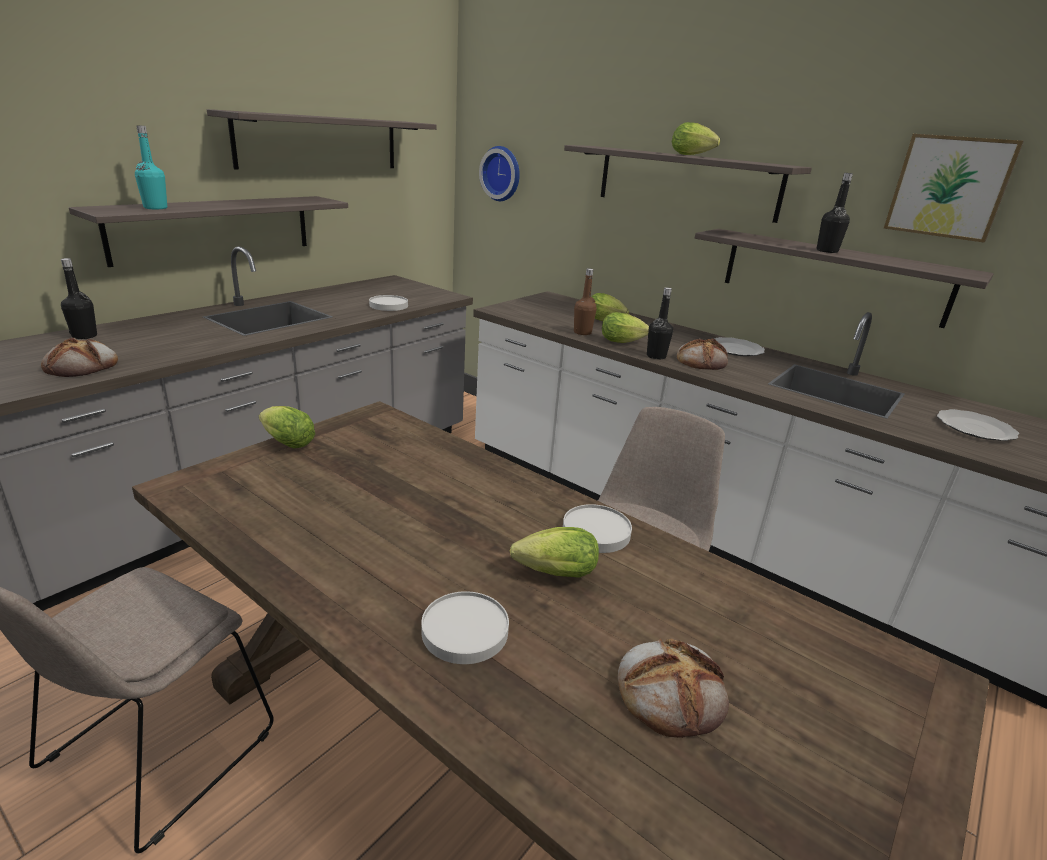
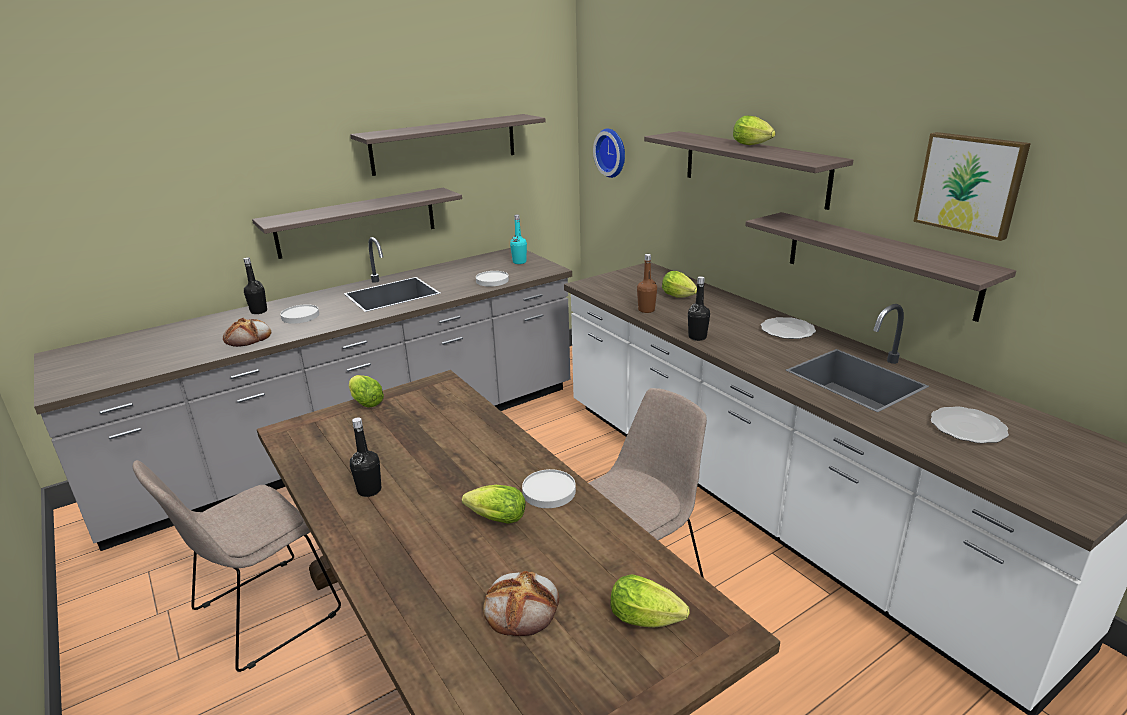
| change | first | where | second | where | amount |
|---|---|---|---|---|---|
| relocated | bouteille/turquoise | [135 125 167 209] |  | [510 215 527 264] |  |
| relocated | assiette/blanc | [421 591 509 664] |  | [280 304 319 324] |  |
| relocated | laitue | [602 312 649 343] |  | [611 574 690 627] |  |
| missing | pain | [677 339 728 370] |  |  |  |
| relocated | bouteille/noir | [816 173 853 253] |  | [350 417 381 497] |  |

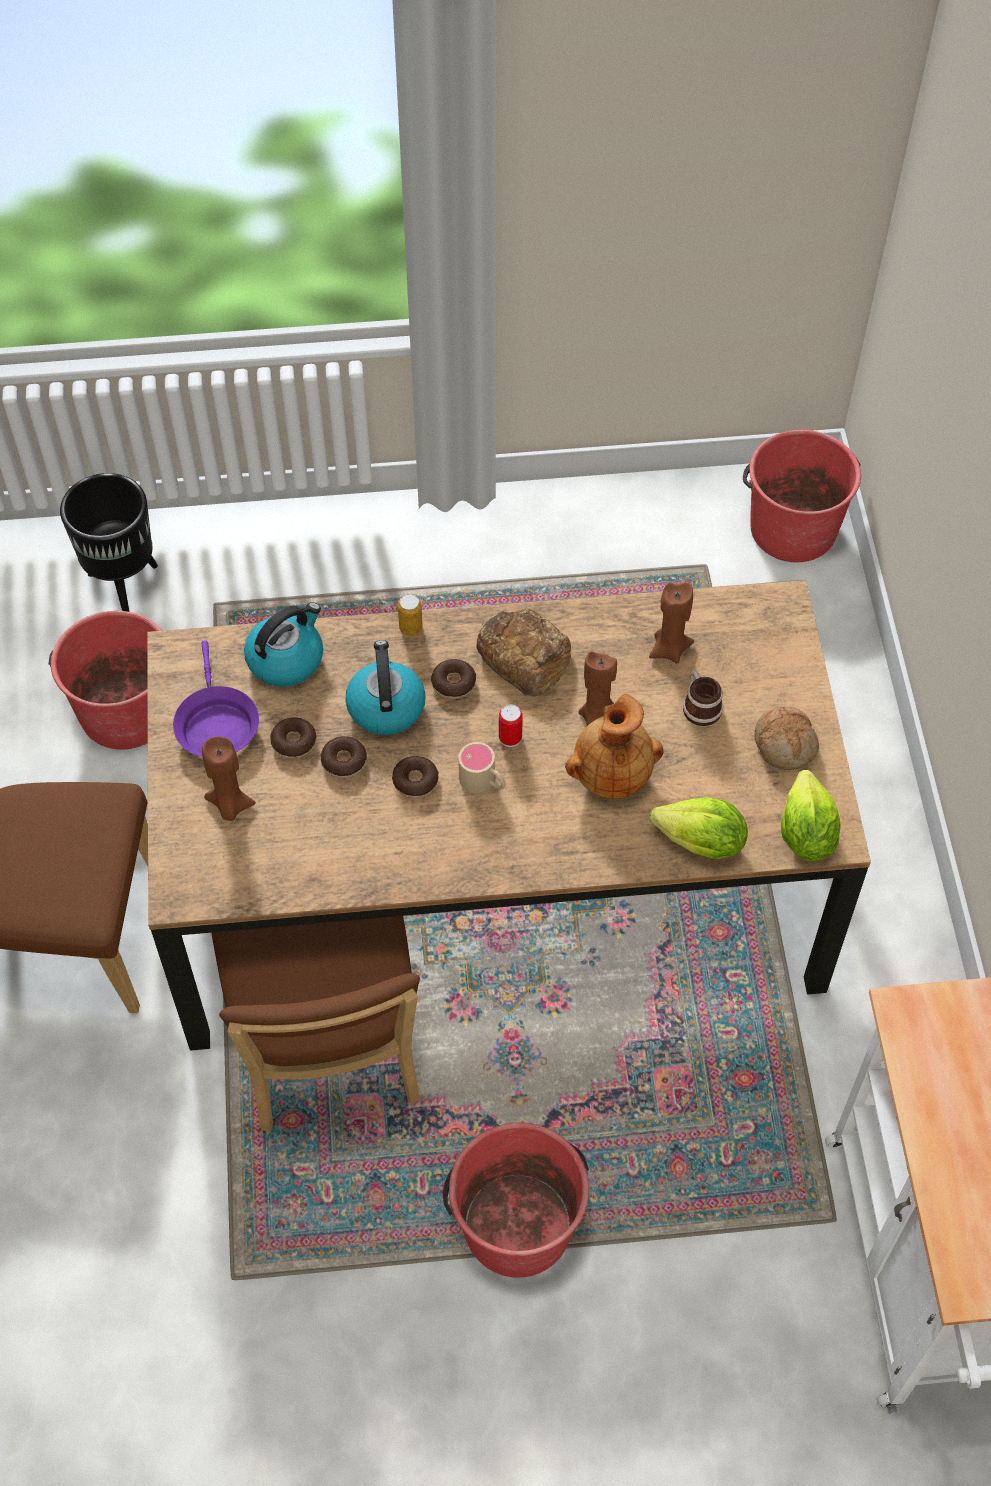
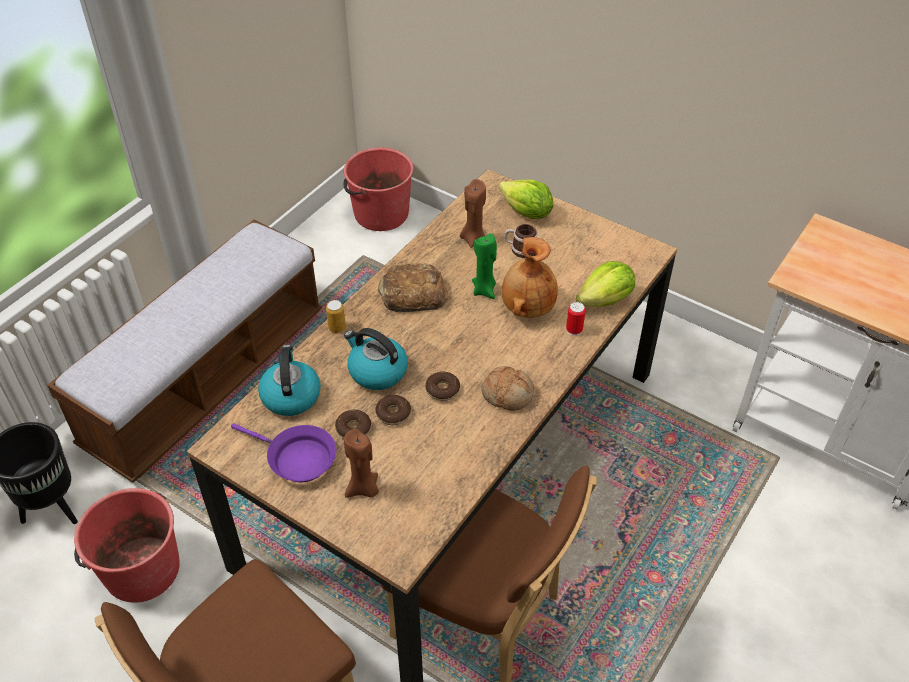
| change | first | where | second | where | amount |
|---|---|---|---|---|---|
| missing | beignet | [431 659 476 699] |  |  |  |
| missing | seau/rouge | [442 1122 589 1278] |  |  |  |
| missing | mug/beige | [458 742 506 793] |  |  |  |
| relocated | boîte métallique | [499 704 523 747] |  | [566 302 586 336] |  |
| colour | bougie/marron | [579 651 617 726] | bougie/vert | [472 233 497 299] |  |
| relocated | pain | [755 707 819 770] |  | [482 366 534 411] |  |
| relocated | laitue | [781 770 841 861] |  | [499 180 553 219] |  |
| appeared |  |  | banc | [47 219 322 483] |  |

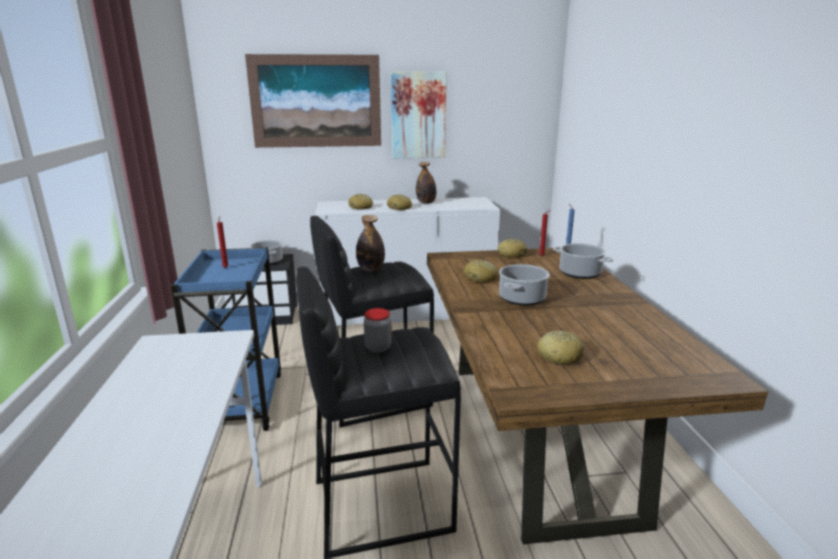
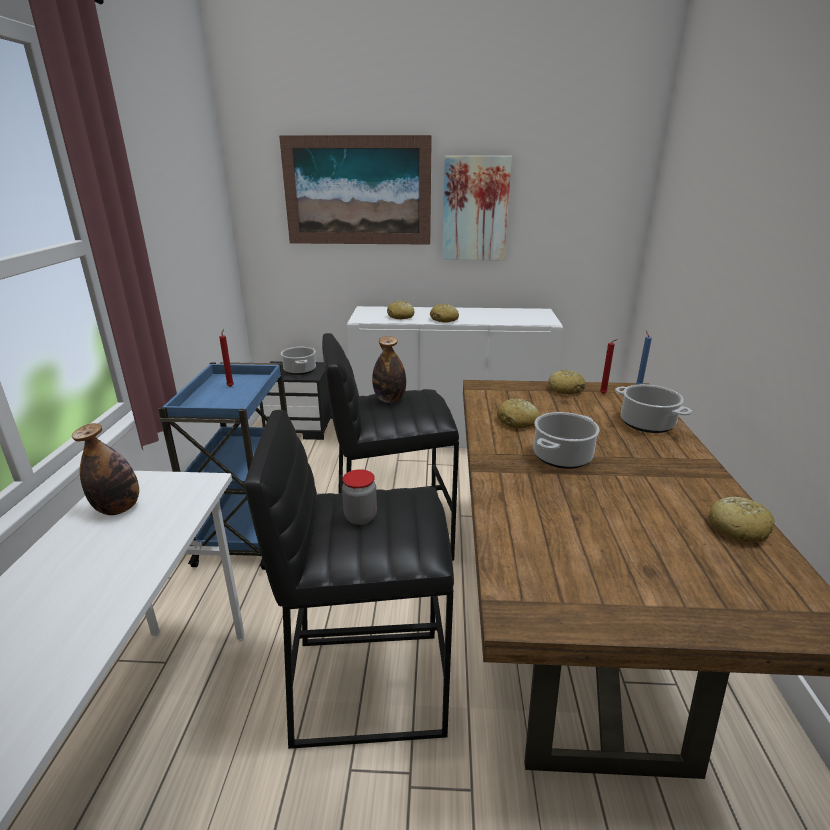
| change | first | where | second | where | amount |
|---|---|---|---|---|---|
| relocated | bouteille | [416 162 437 204] |  | [72 423 139 515] |  |
| relocated | pain | [537 331 584 365] |  | [709 497 775 542] |  |

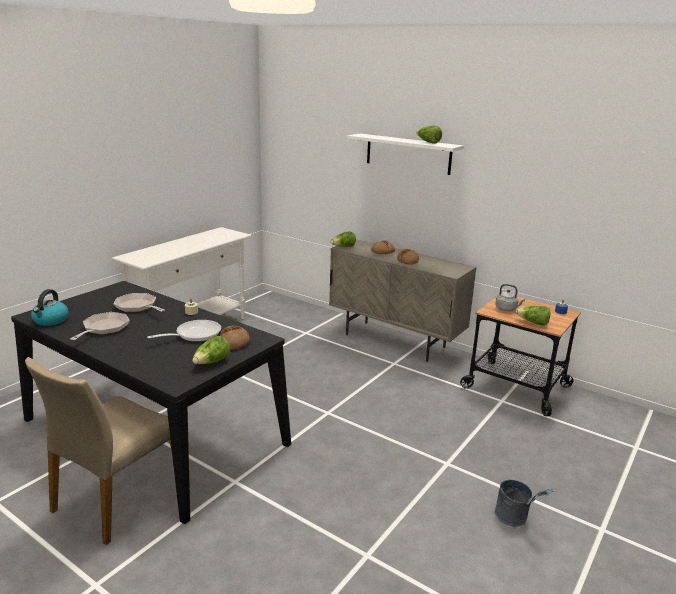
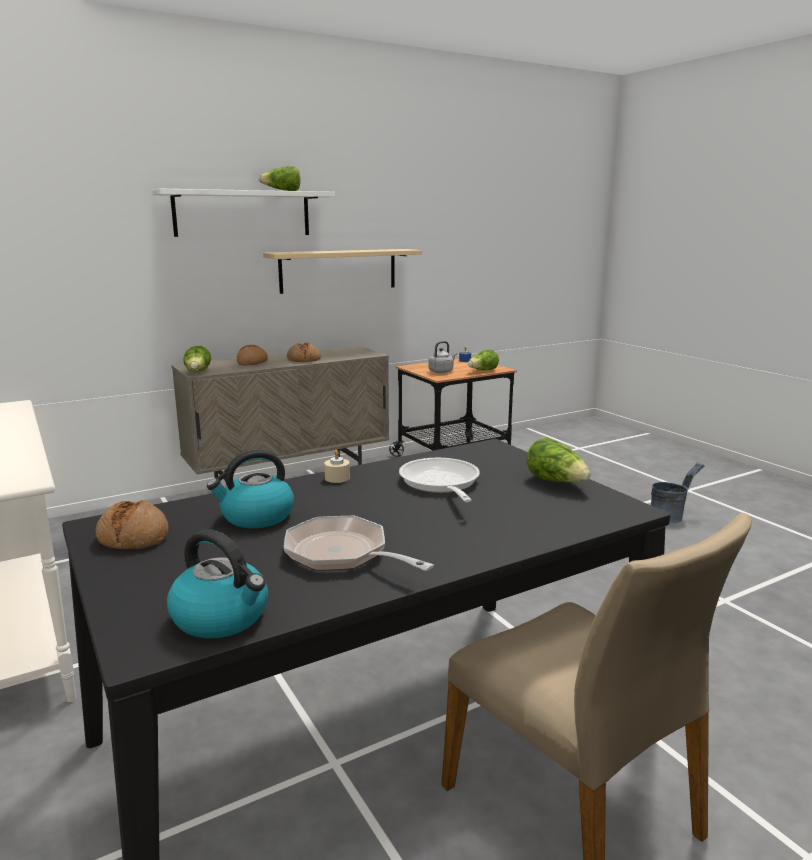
| change | first | where | second | where | amount |
|---|---|---|---|---|---|
| exchanged | poêle | [113 293 165 312] | bouilloire | [207 450 294 528] |  |
| relocated | pain | [220 325 250 350] |  | [96 500 169 549] |  |
| appeared |  |  | étagère/beige | [263 249 422 294] |  |

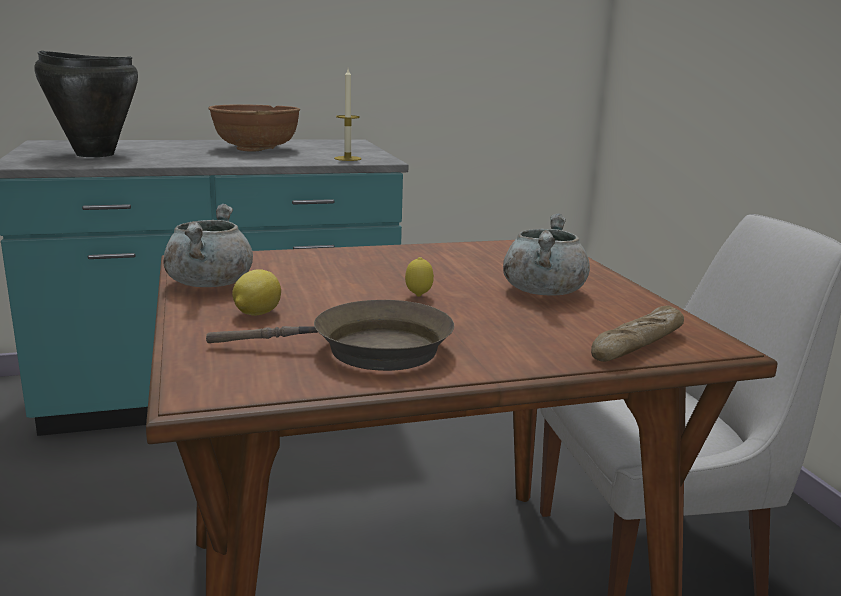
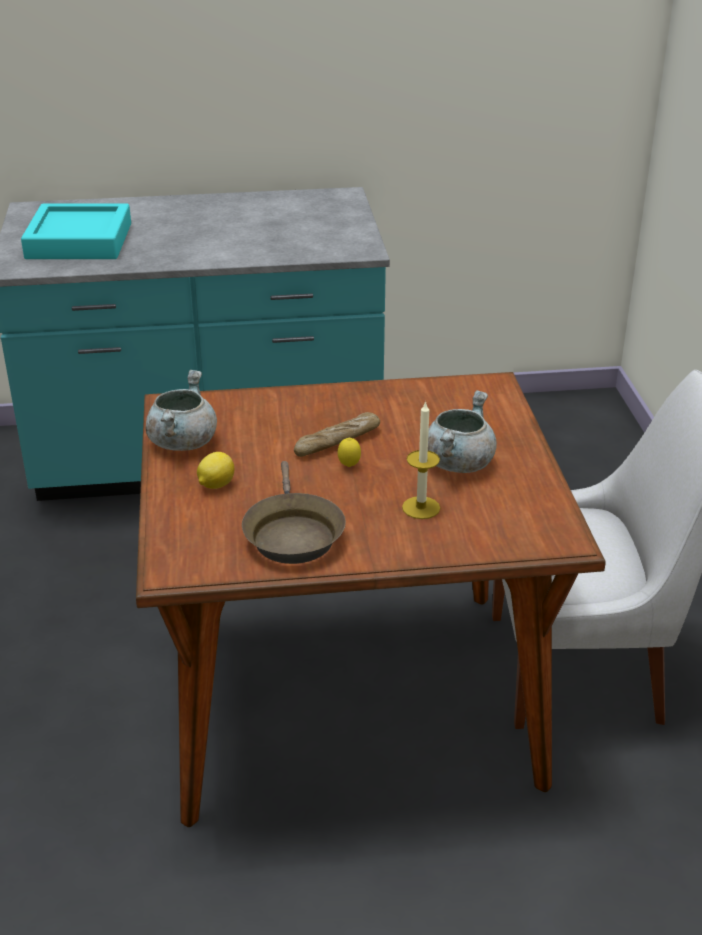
| change | first | where | second | where | amount |
|---|---|---|---|---|---|
| exchanged | marmite/noir | [34 51 138 157] | plateau/turquoise | [21 204 131 259] |  |
| spun | poêle/marron | [206 300 454 371] |  | [242 461 346 564] | 75 degrees clockwise |
| missing | bol/marron | [209 105 300 152] |  |  |  |
| relocated | bougie | [334 69 361 161] |  | [402 401 440 519] |  |
| relocated | pain | [591 305 684 362] |  | [294 412 380 457] |  |

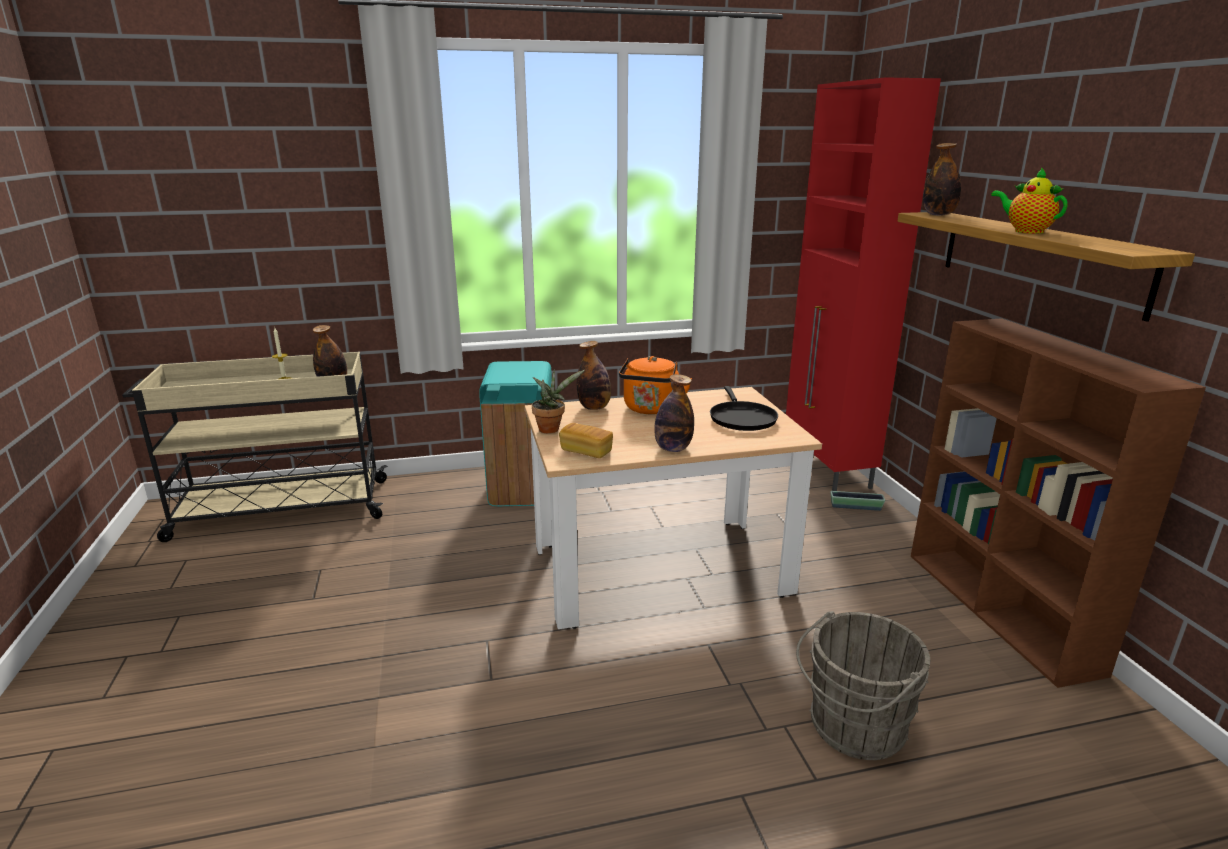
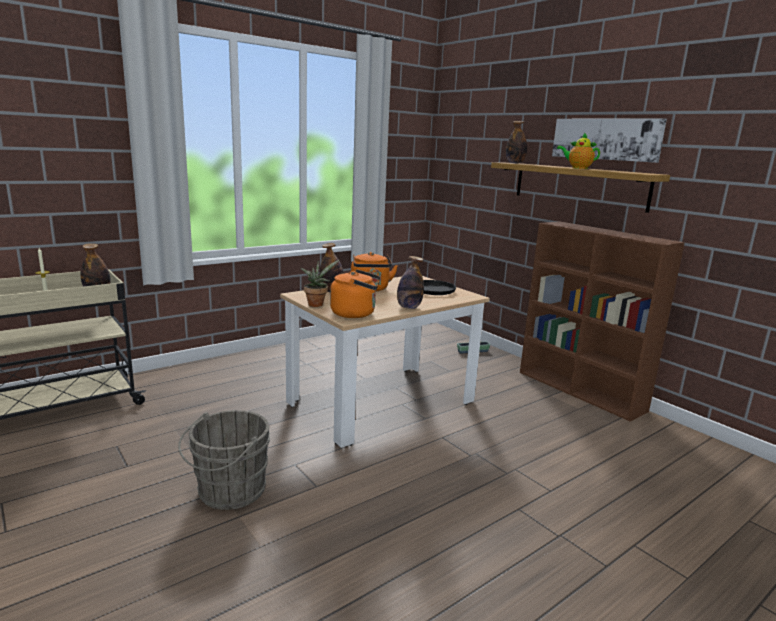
| change | first | where | second | where | amount |
|---|---|---|---|---|---|
| missing | poubelle/turquoise | [479 361 552 506] |  |  |  |
| exchanged | pain | [559 423 613 458] | bouilloire/orange | [330 269 381 318] |  |
| missing | meuble de rangement/rouge | [786 78 941 491] |  |  |  |
| relocated | seau/gris | [796 611 930 760] |  | [178 410 270 510] |  |
| appeared |  |  | tableau | [552 119 667 163] |  |

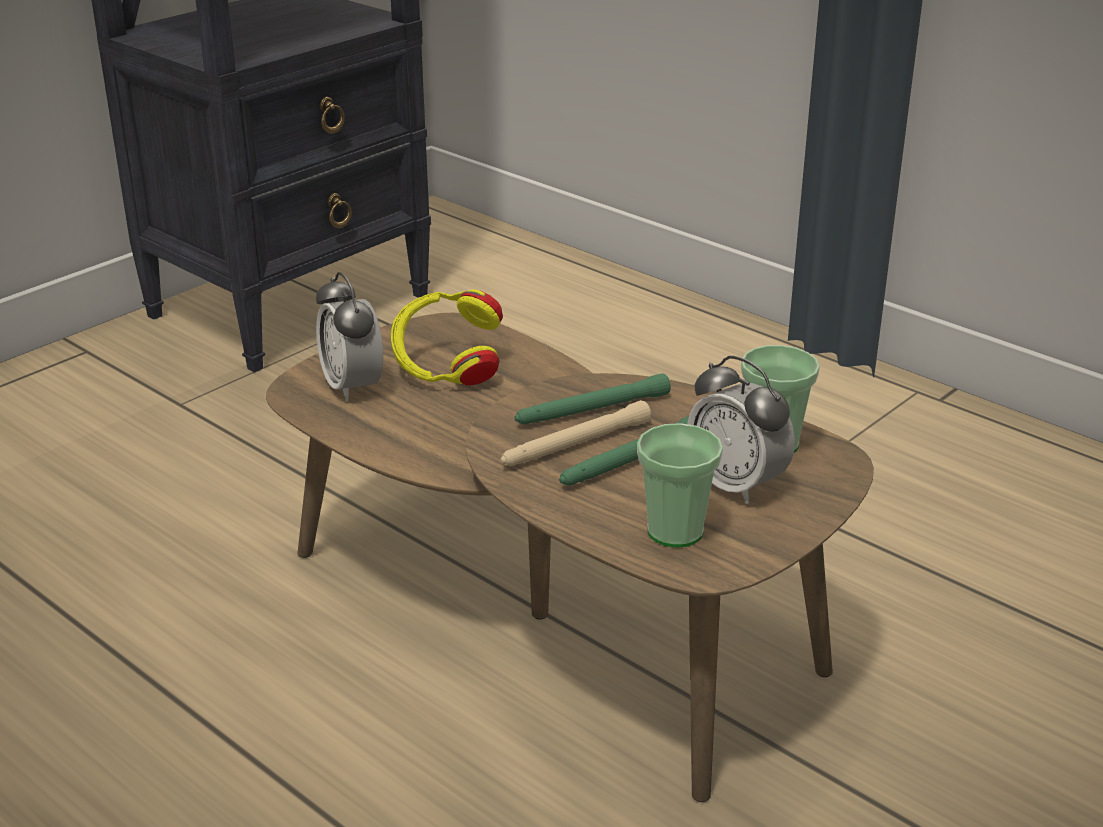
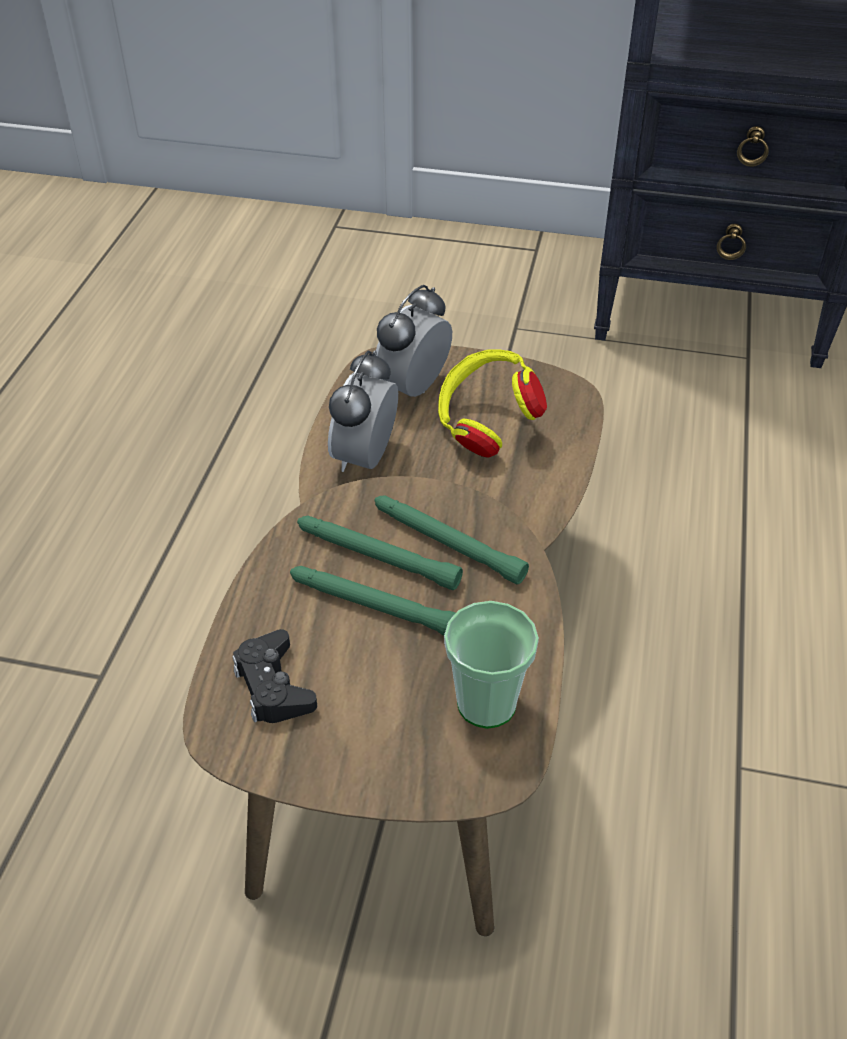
| change | first | where | second | where | amount |
|---|---|---|---|---|---|
| colour | lampe de poche/beige | [500 400 651 466] | lampe de poche/vert | [297 516 463 590] |  |
| exchanged | tasse | [637 423 723 547] | manette/noir | [232 629 317 723] |  |
| relocated | réveil | [687 356 795 504] |  | [328 350 398 472] |  |

